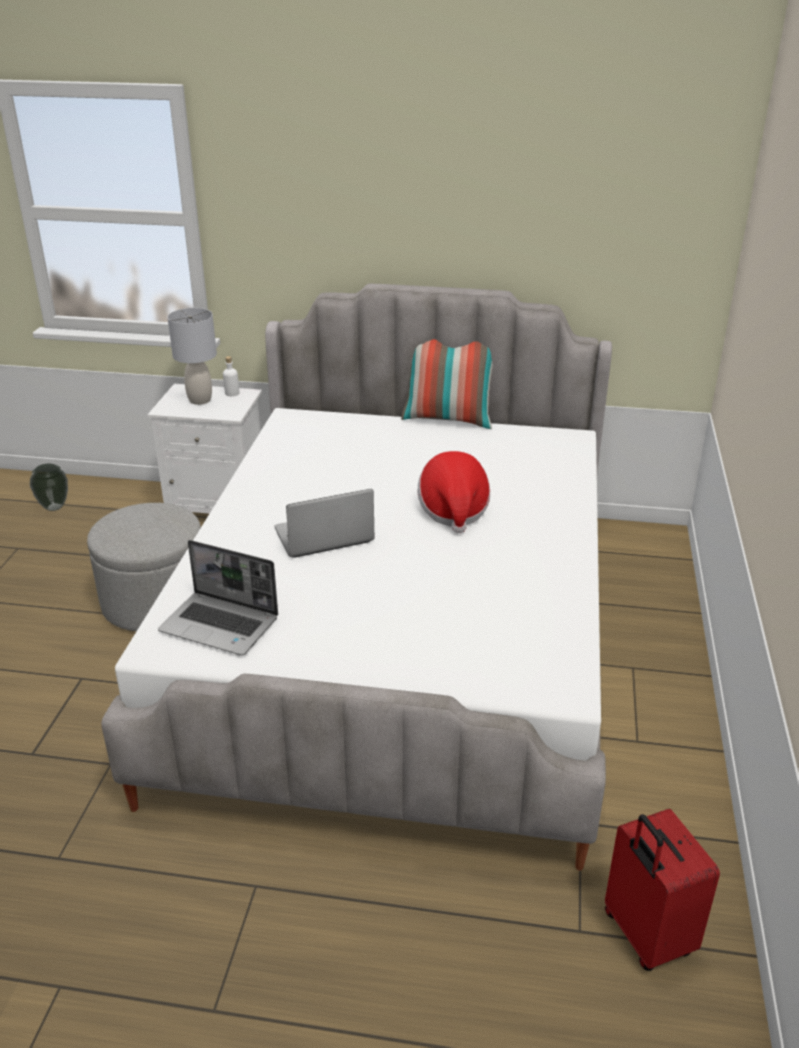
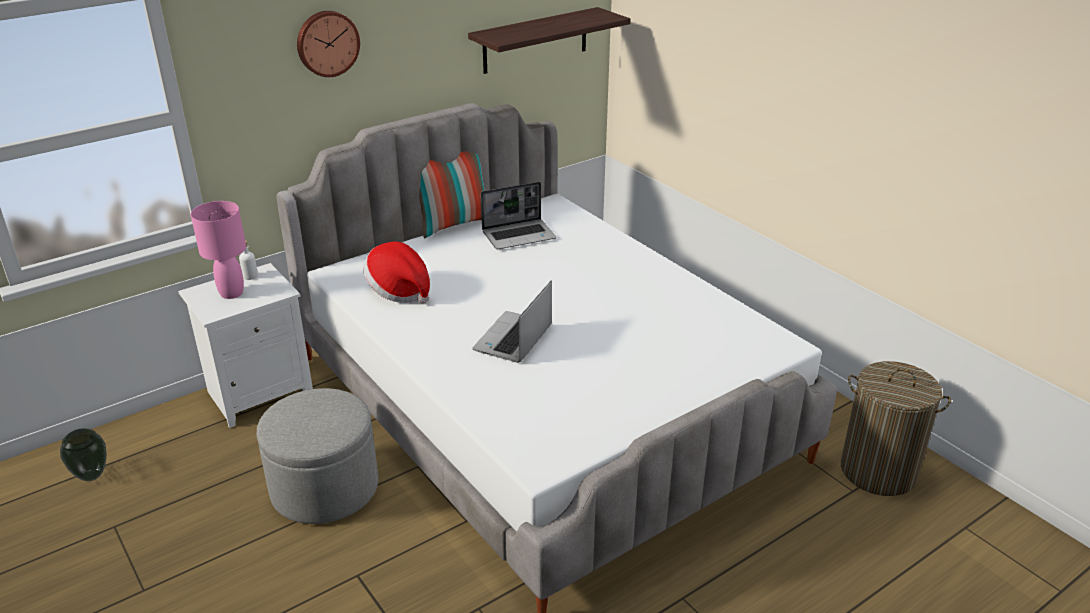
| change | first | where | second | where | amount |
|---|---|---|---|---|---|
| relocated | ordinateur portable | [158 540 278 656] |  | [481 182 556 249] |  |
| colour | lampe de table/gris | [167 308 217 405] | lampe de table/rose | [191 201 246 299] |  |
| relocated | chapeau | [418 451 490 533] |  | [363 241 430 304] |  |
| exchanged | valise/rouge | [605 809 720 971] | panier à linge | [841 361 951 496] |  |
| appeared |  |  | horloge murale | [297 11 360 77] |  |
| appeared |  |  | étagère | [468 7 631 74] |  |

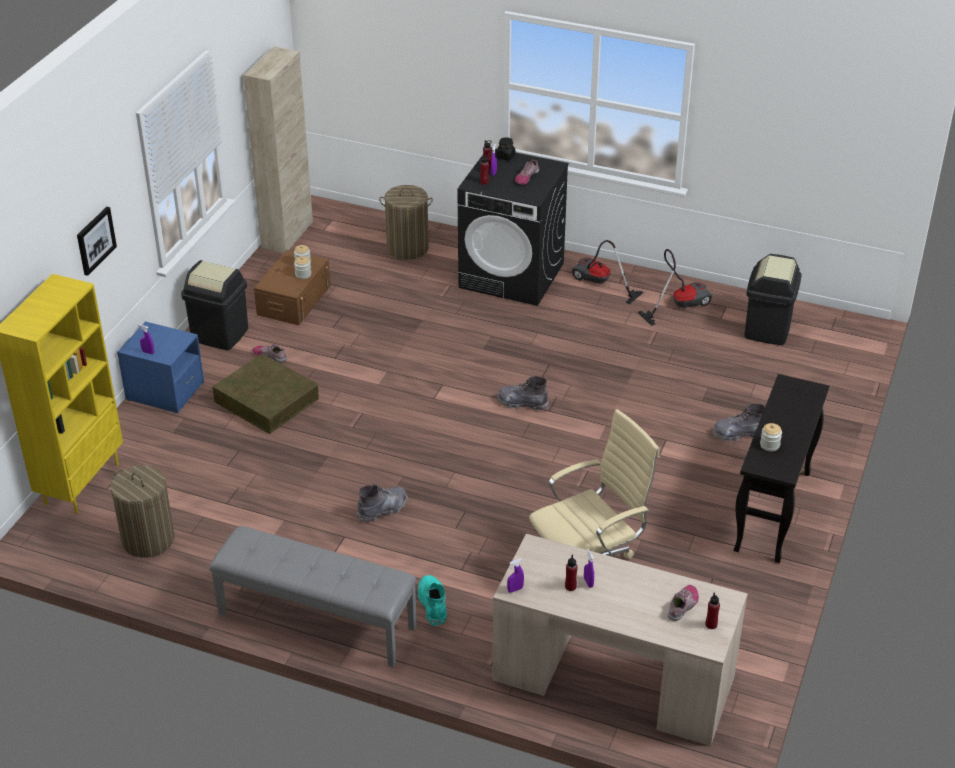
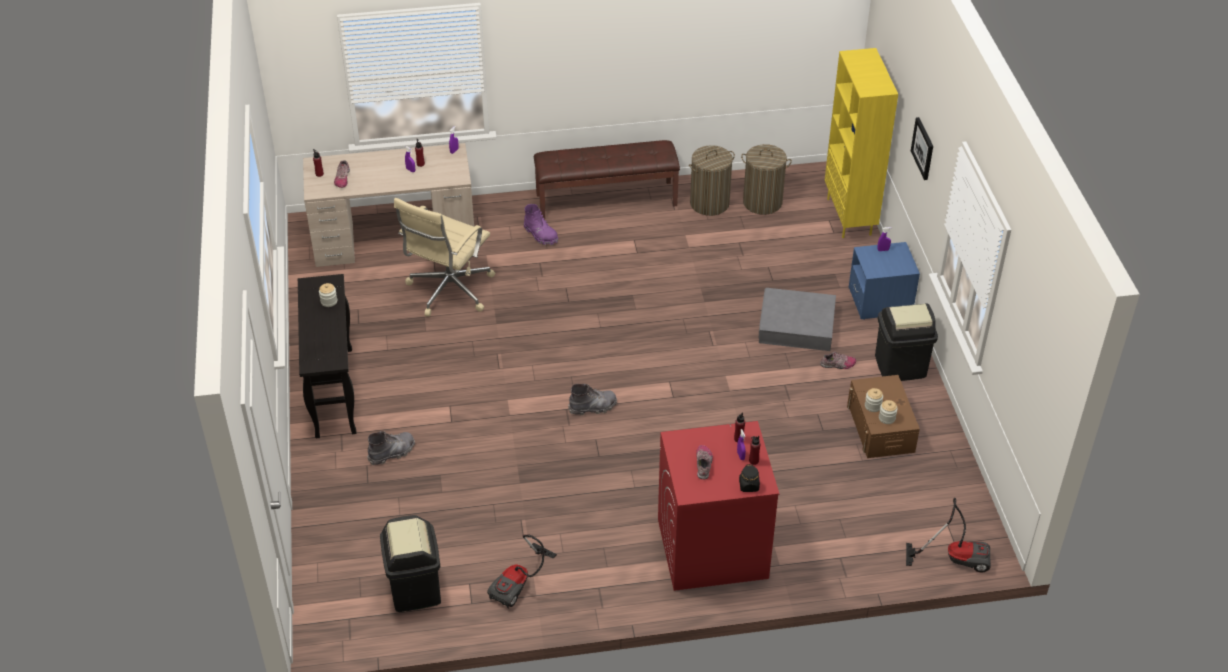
| change | first | where | second | where | amount |
|---|---|---|---|---|---|
| colour | banc/gris | [209 526 417 668] | banc/marron | [534 140 680 219] |  |
| colour | boîte de rangement/marron | [212 353 319 434] | boîte de rangement/gris | [759 288 836 351] |  |
| missing | meuble de rangement/beige | [243 46 313 253] |  |  |  |
| missing | botte/gris | [357 484 407 523] |  |  |  |
| relocated | panier à linge | [379 185 433 260] |  | [689 145 735 216] |  |
| colour | botte/turquoise | [418 575 447 627] | botte/violet | [524 204 558 245] |  |
| colour | lave-linge/noir | [458 148 569 306] | lave-linge/rouge | [658 421 779 591] |  |
| relocated | aspirateur | [572 240 644 304] |  | [906 498 991 572] |  |

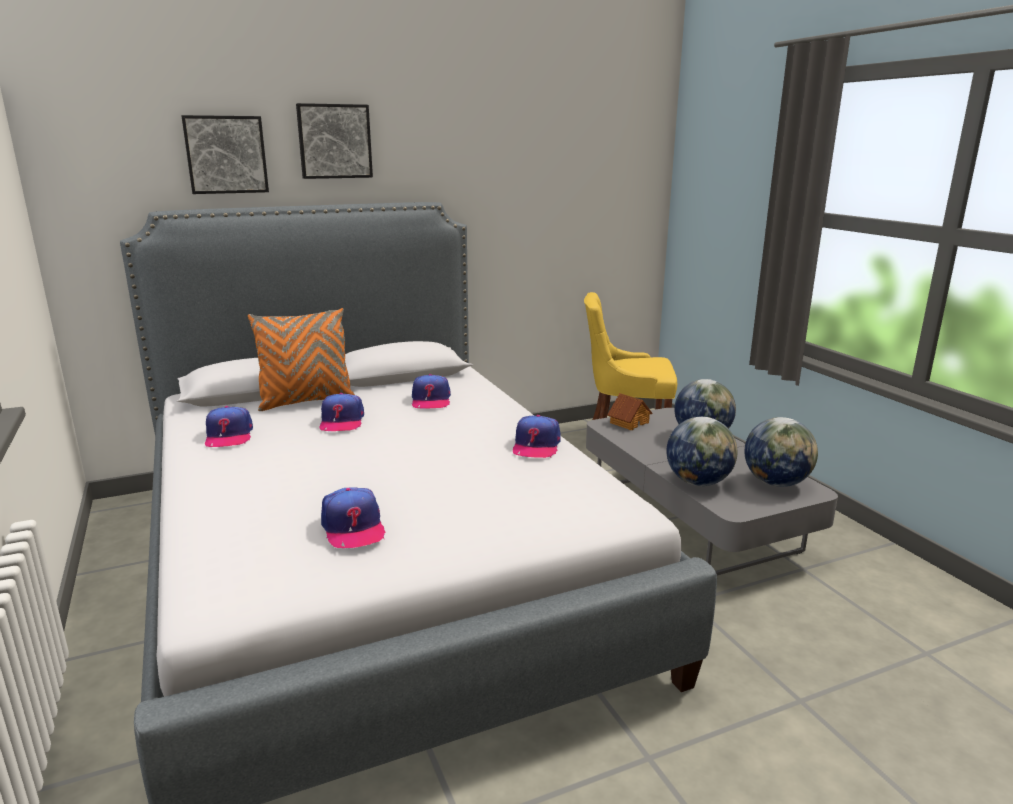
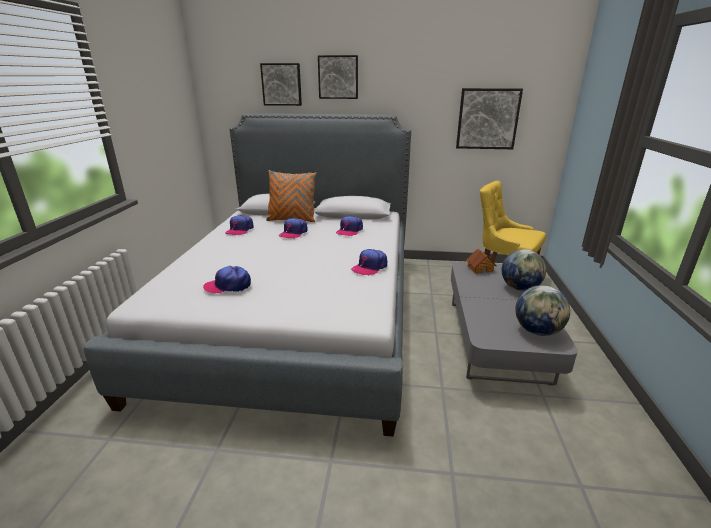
| change | first | where | second | where | amount |
|---|---|---|---|---|---|
| spun | casquette | [321 487 385 548] |  | [203 266 251 294] | 75 degrees clockwise |
| missing | globe | [666 417 737 486] |  |  |  |
| appeared |  |  | tableau | [456 88 523 149] |  |

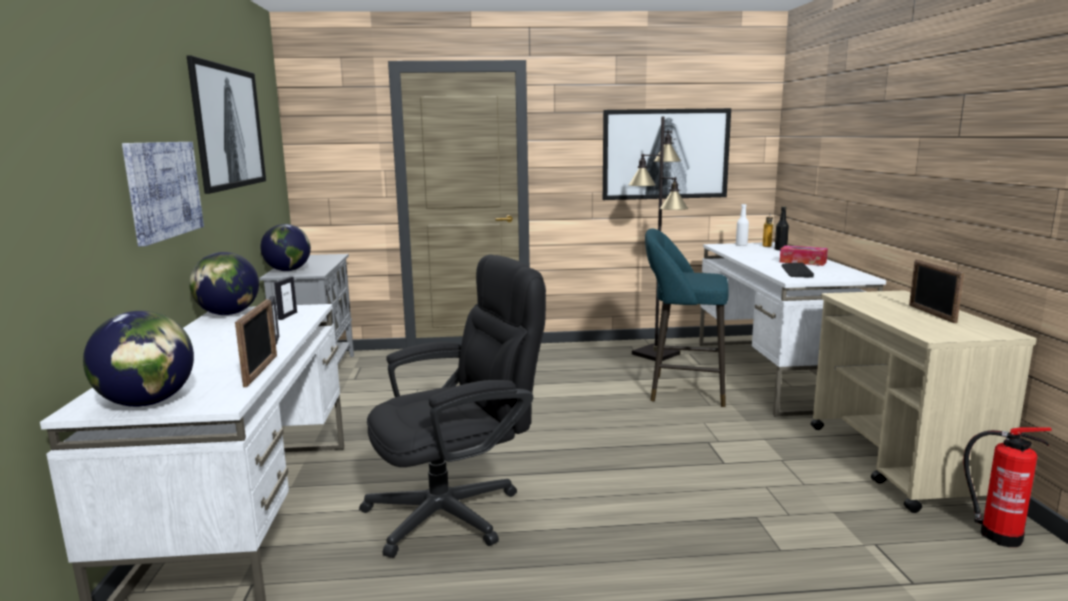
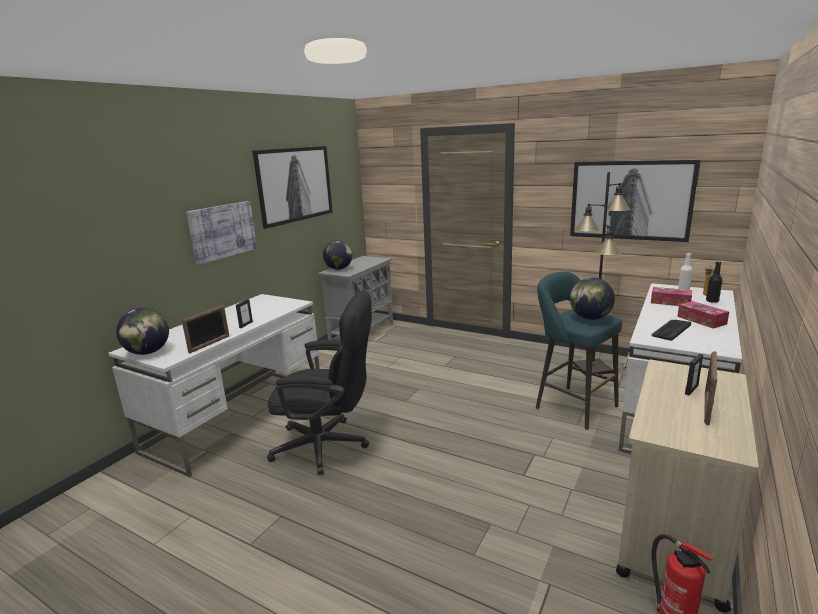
| change | first | where | second | where | amount |
|---|---|---|---|---|---|
| relocated | globe | [189 252 259 315] |  | [570 278 615 320] |  |
| relocated | cadre photo | [274 277 297 320] |  | [685 354 703 395] |  |
| appeared |  |  | boîte à mouchoirs | [651 287 692 306] |  |

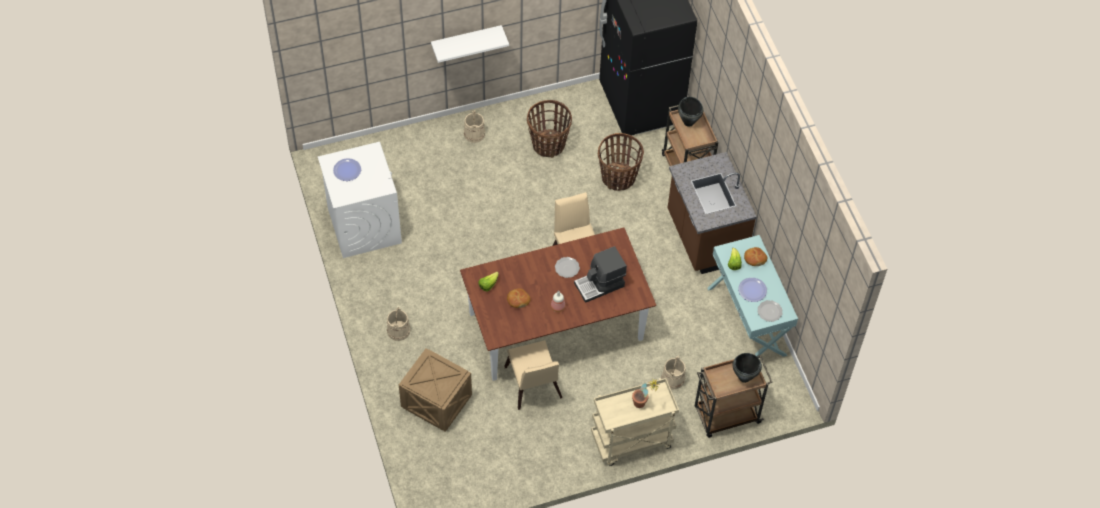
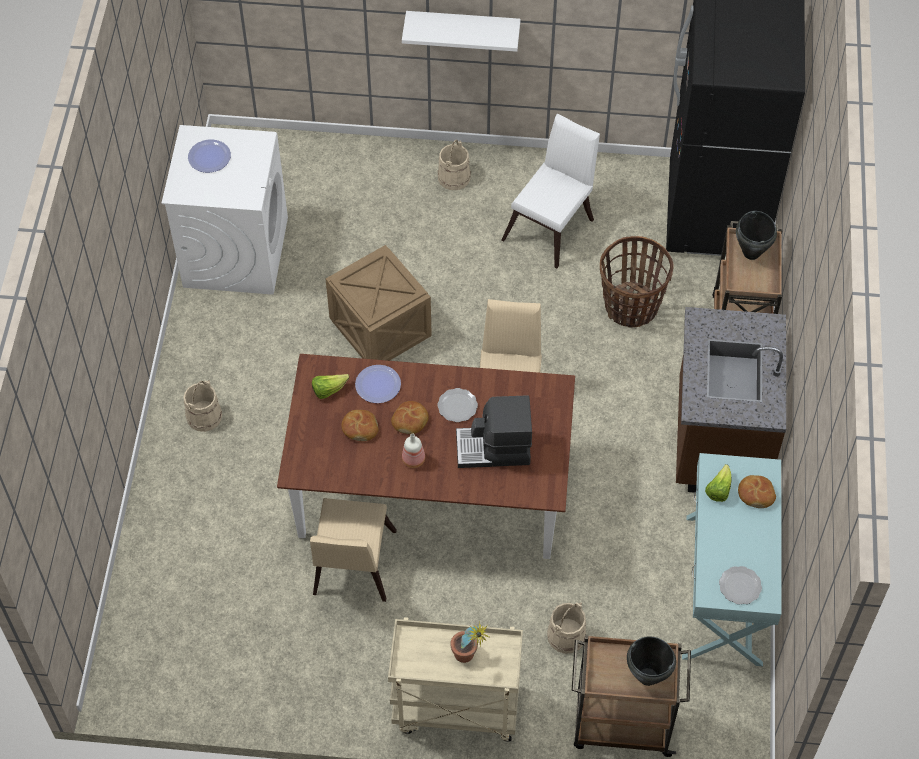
| change | first | where | second | where | amount |
|---|---|---|---|---|---|
| relocated | caisse | [399 348 472 432] |  | [326 245 432 361] |  |
| exchanged | panier | [527 100 572 158] | chaise/blanc | [501 113 600 268] |  |
| relocated | assiette | [738 278 767 302] |  | [355 365 401 403] |  |
| appeared |  |  | pain | [391 401 429 434] |  |

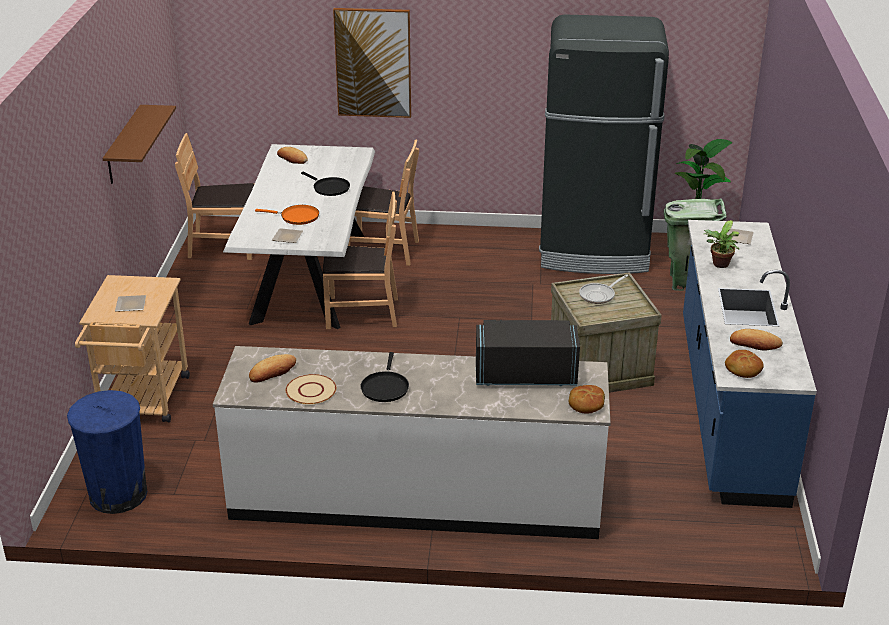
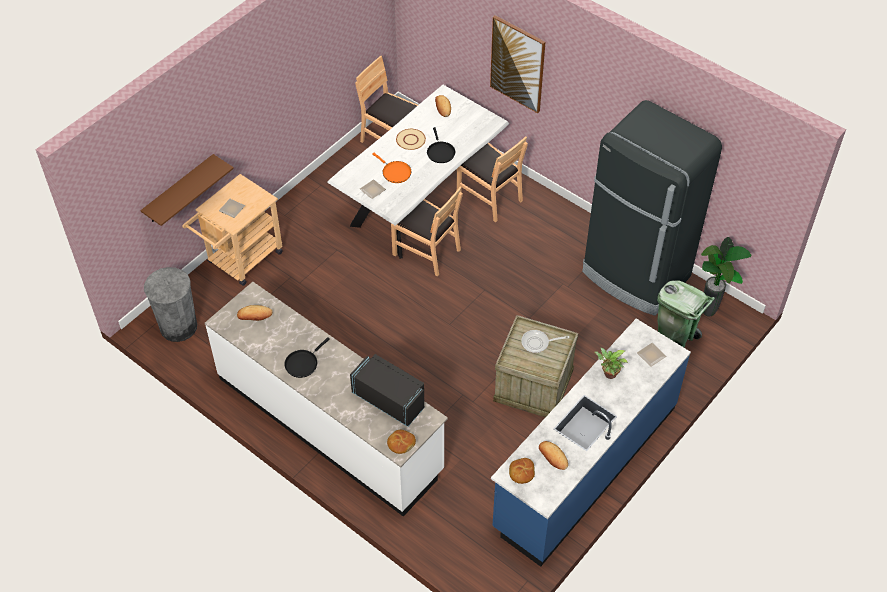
| change | first | where | second | where | amount |
|---|---|---|---|---|---|
| colour | poubelle/bleu | [67 390 148 514] | poubelle/gris | [144 267 197 342] |  |
| relocated | étagère/marron | [103 105 176 184] |  | [140 154 234 226] |  |
| relocated | assiette/beige | [286 374 336 405] |  | [396 129 426 150] |  |

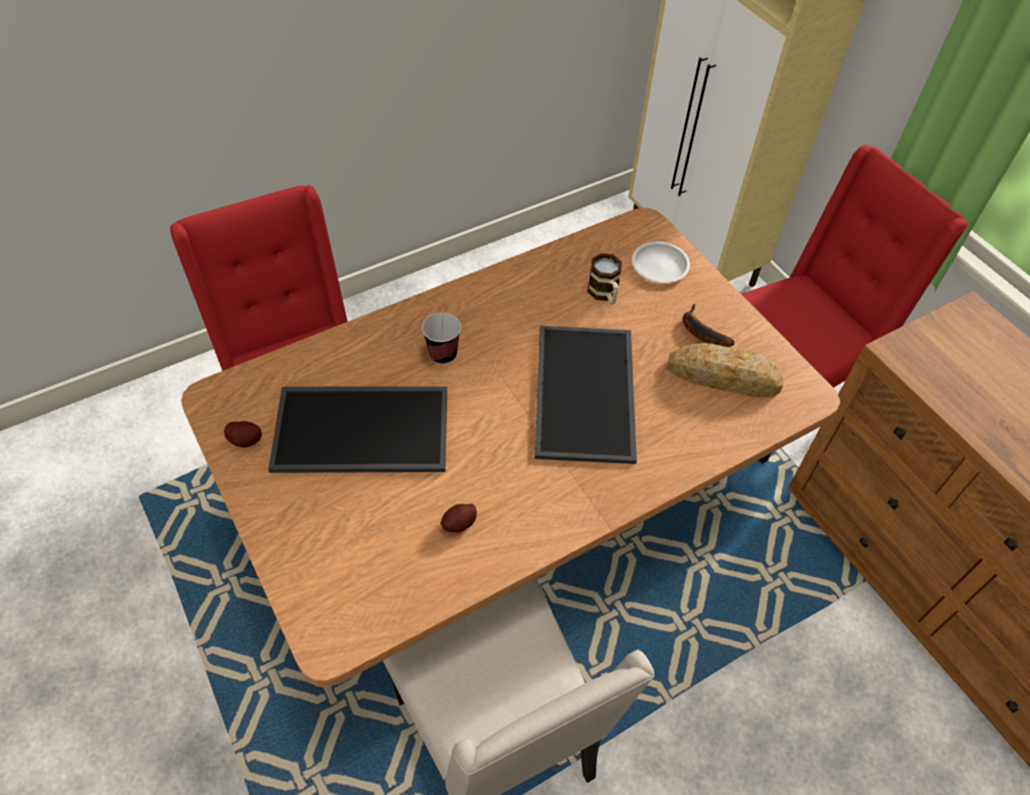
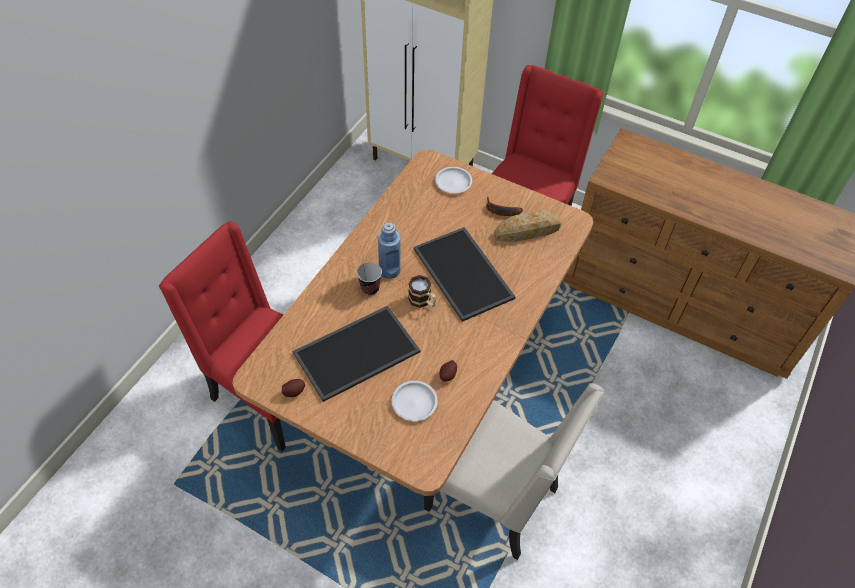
| change | first | where | second | where | amount |
|---|---|---|---|---|---|
| relocated | mug | [588 253 622 304] |  | [408 275 436 308] |  |
| appeared |  |  | bouteille/bleu | [378 222 400 279] |  |
| appeared |  |  | assiette/blanc | [392 381 437 421] |  |

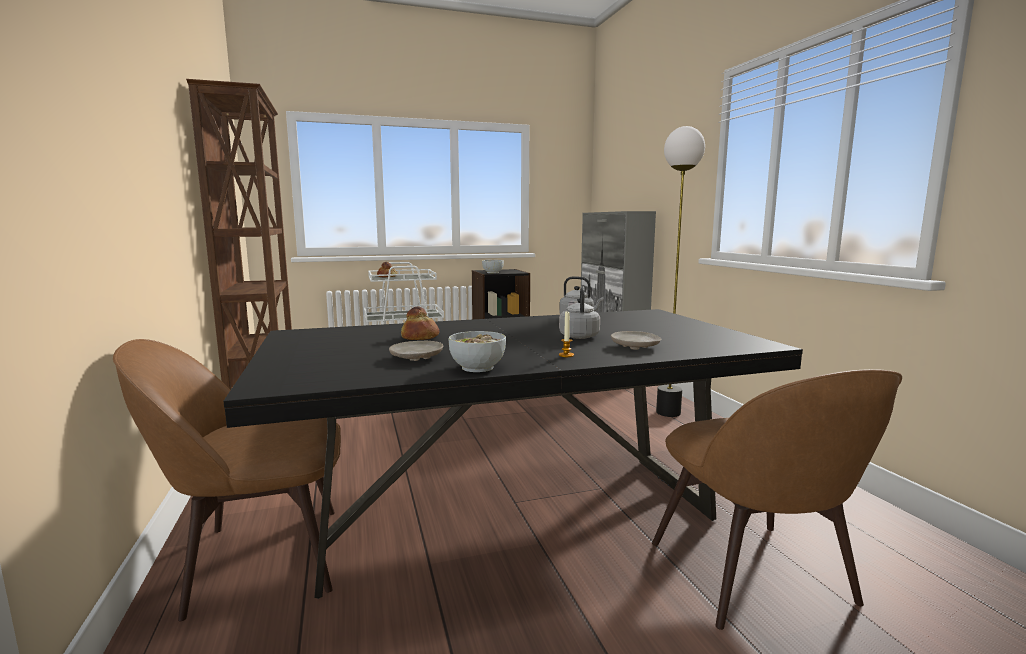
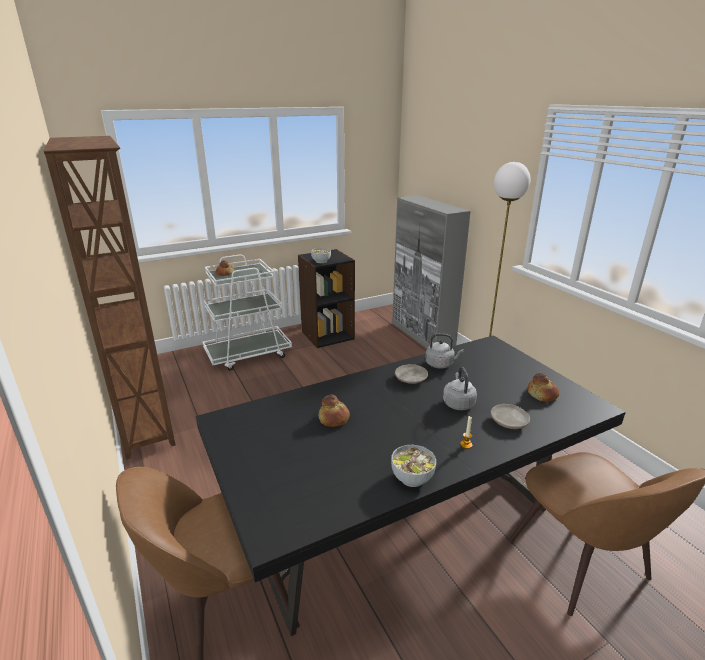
| change | first | where | second | where | amount |
|---|---|---|---|---|---|
| relocated | assiette/beige | [389 341 443 361] |  | [395 364 428 384] |  |
| appeared |  |  | pain | [527 373 559 402] |  |

